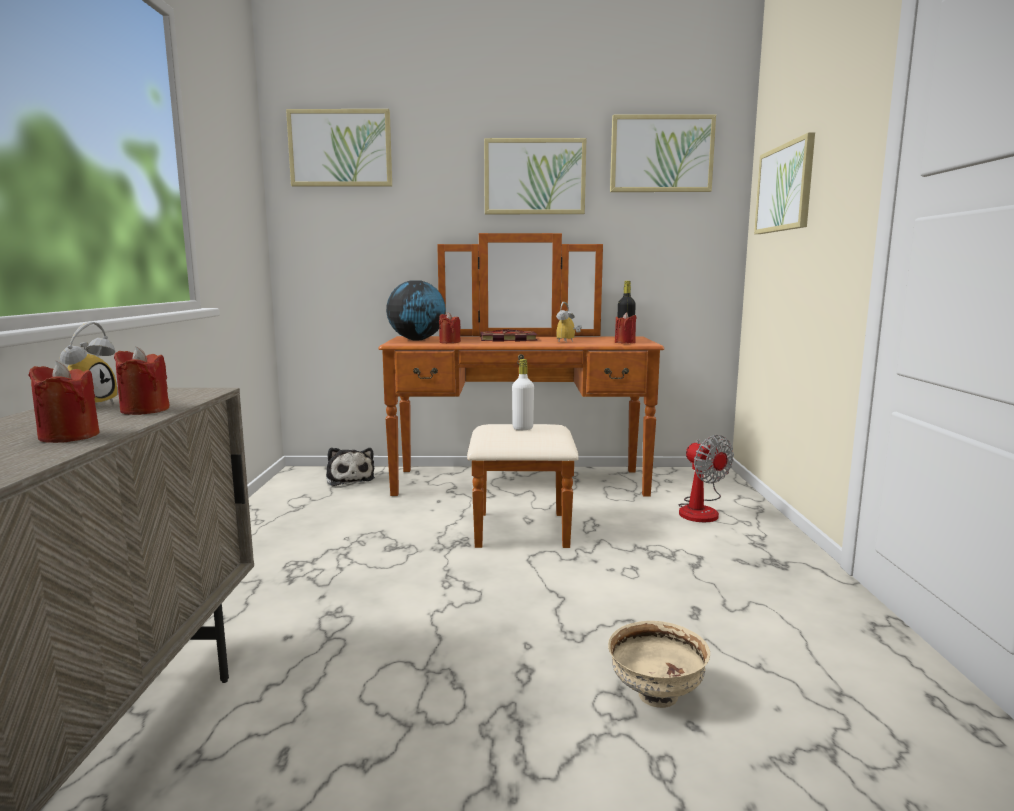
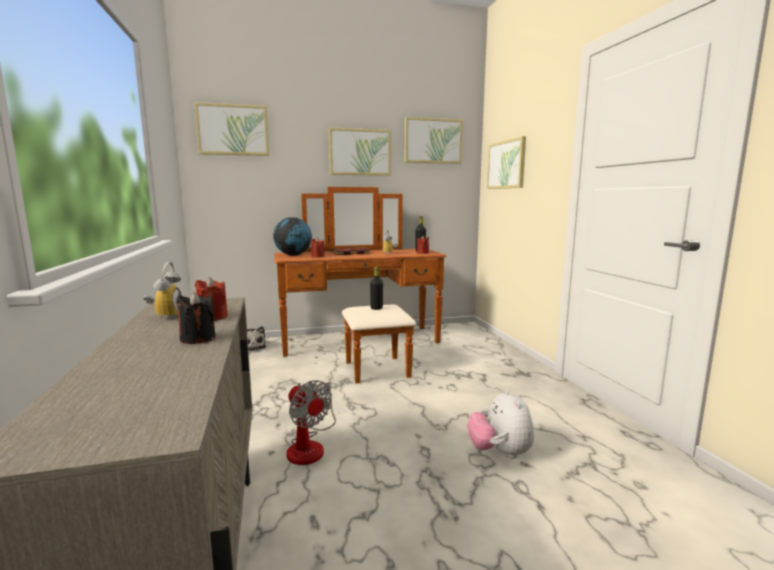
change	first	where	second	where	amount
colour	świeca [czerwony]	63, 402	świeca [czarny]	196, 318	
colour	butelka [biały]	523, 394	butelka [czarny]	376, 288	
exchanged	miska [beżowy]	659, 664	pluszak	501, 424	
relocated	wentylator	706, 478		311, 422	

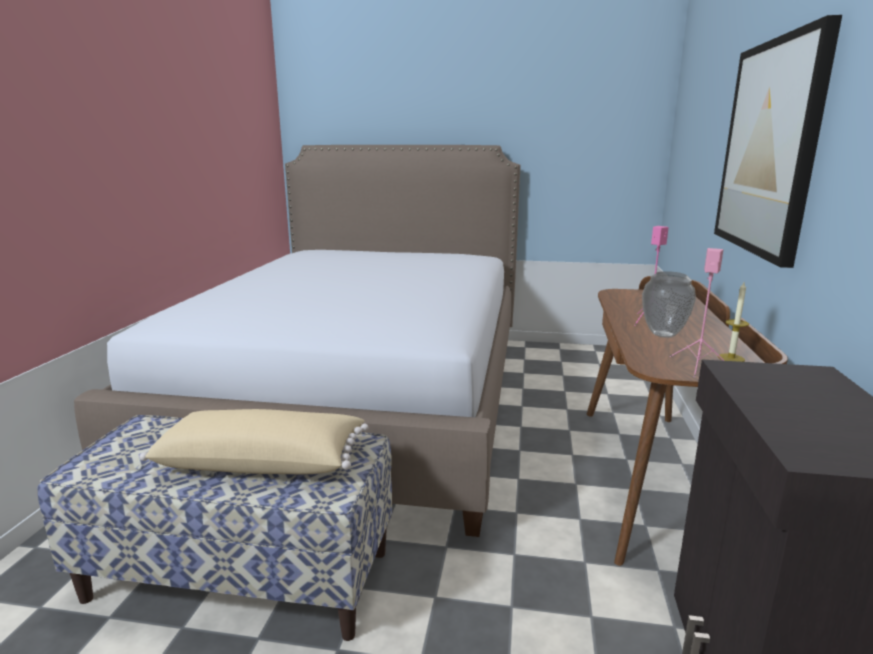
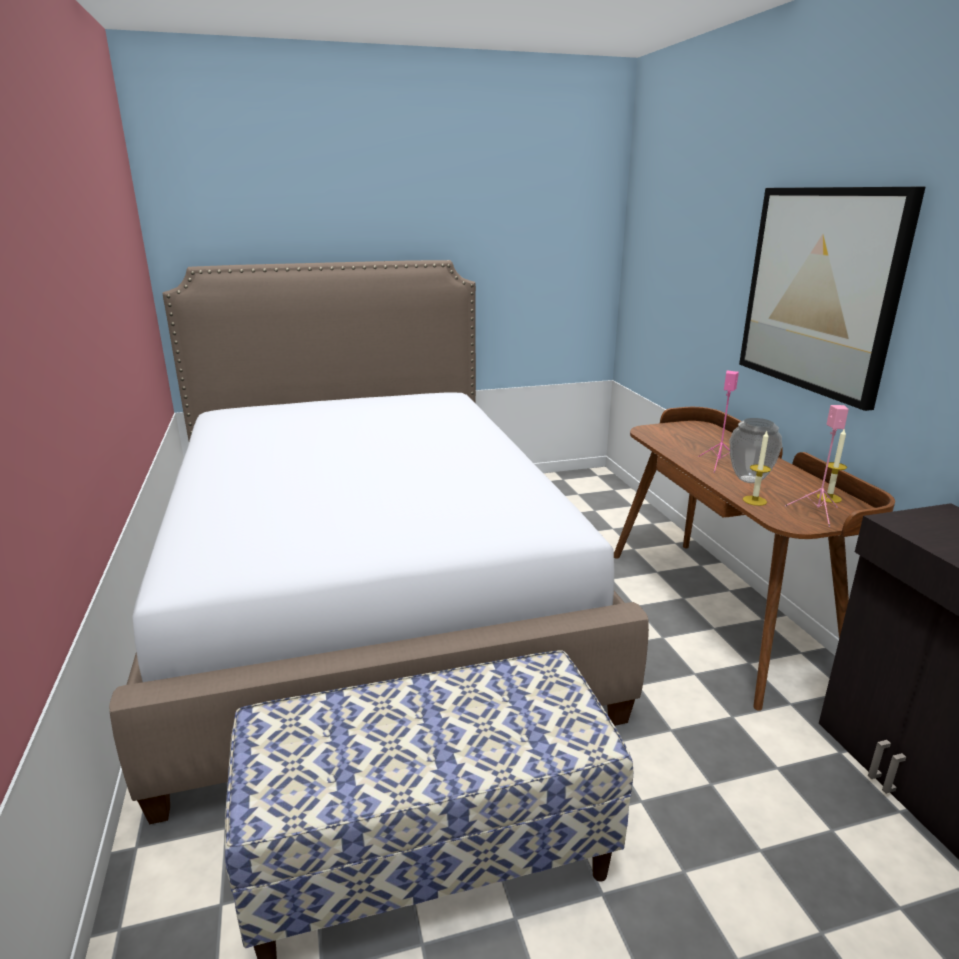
change	first	where	second	where	amount
missing	poduszka [beżowy]	254, 441			
appeared			świeca	757, 468	

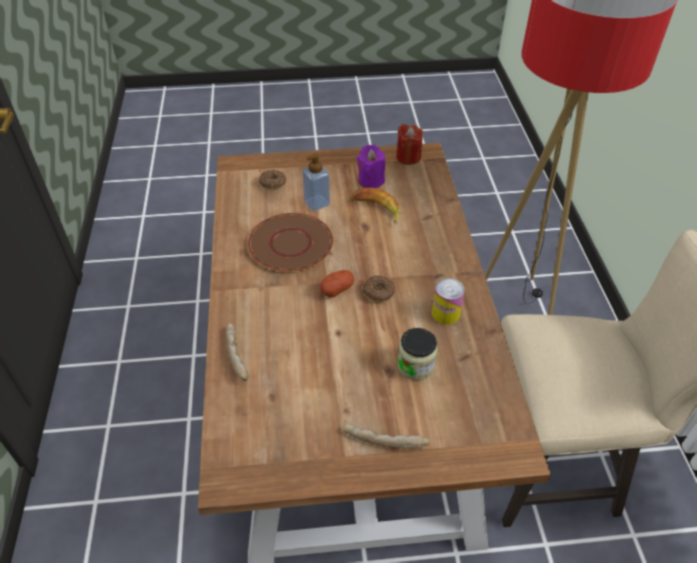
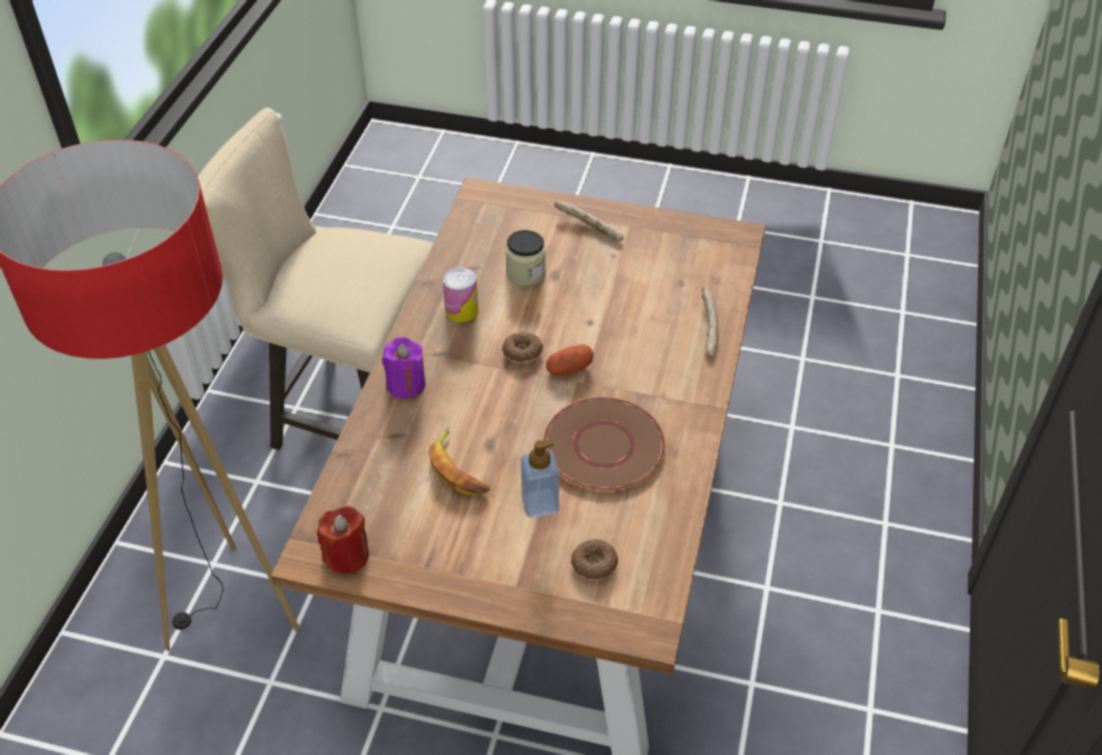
change	first	where	second	where	amount
relocated	świeca [fioletowy]	371, 166		403, 368	

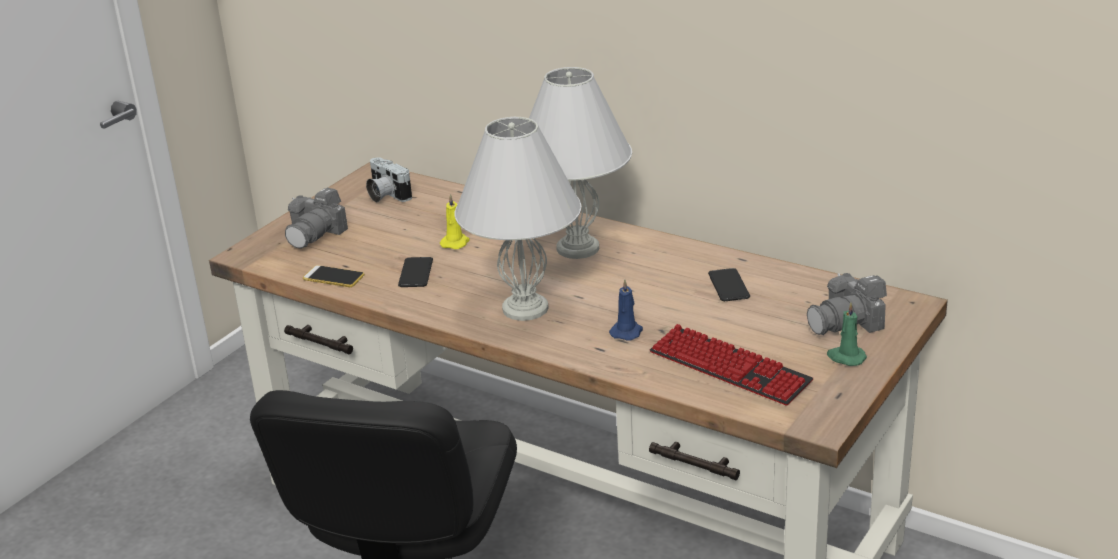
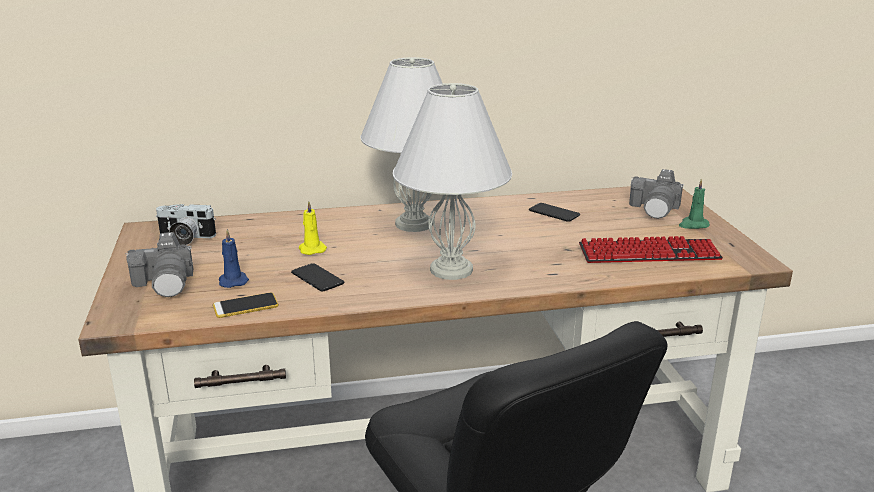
change	first	where	second	where	amount
relocated	świeca [niebieski]	626, 310		234, 258	

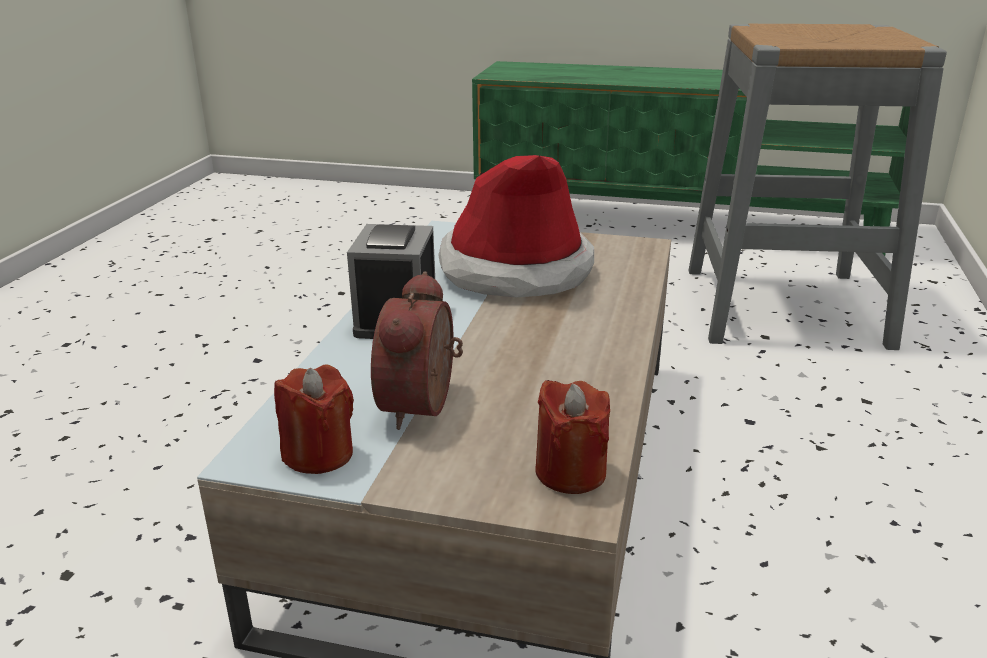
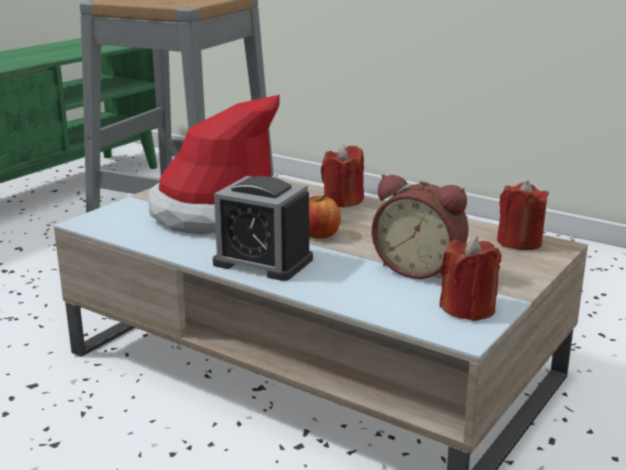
change	first	where	second	where	amount
appeared			jabłko	325, 217	
appeared			świeca [czerwony]	342, 176	

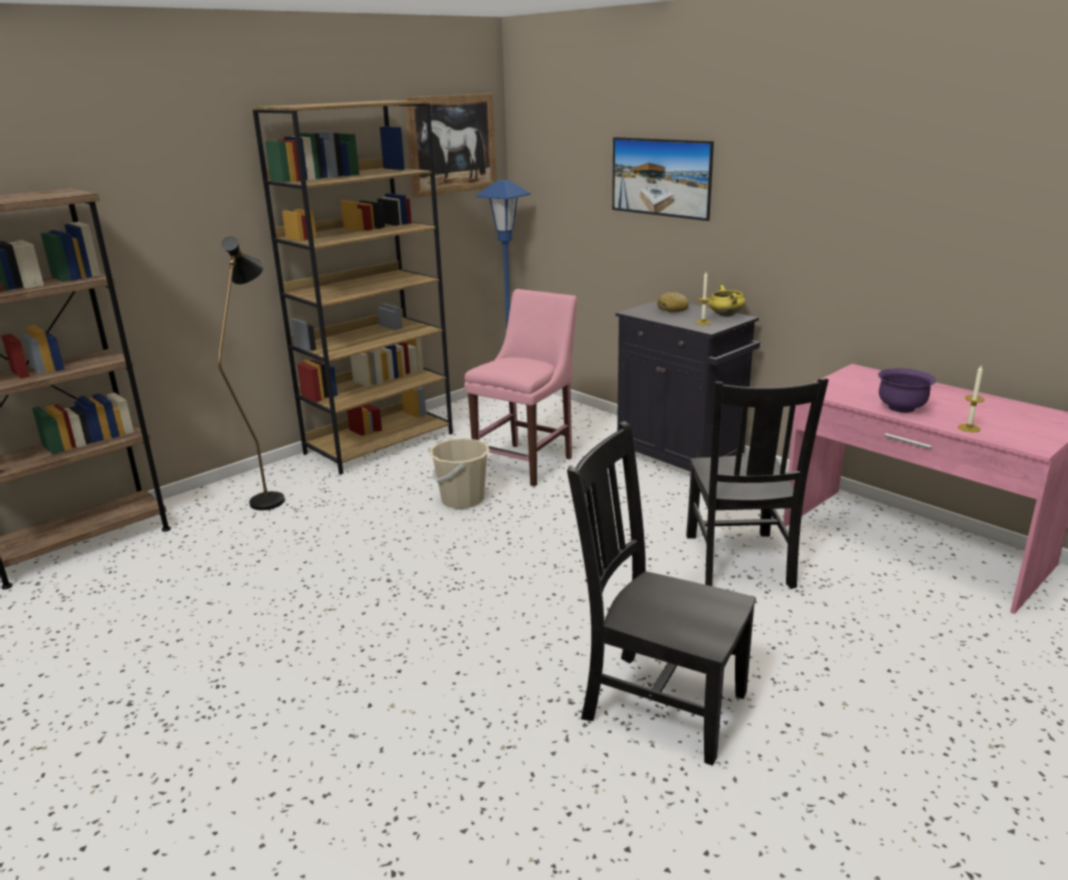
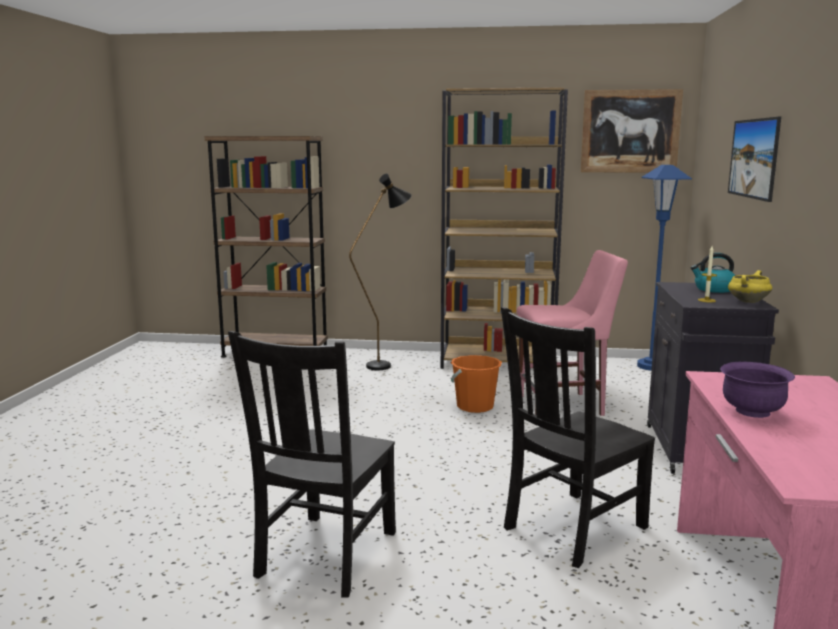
change	first	where	second	where	amount
colour	wiadro [beżowy]	459, 473	wiadro [pomarańczowy]	476, 384	
spun	krzesło [czarny]	661, 593		312, 464	150 degrees counterclockwise
exchanged	chleb	673, 302	czajnik	713, 273	
missing	świeca	971, 398			

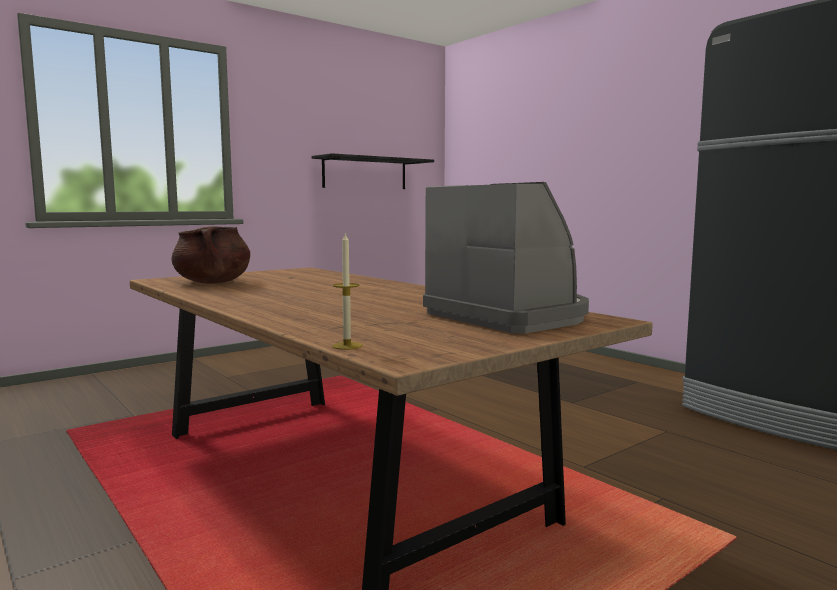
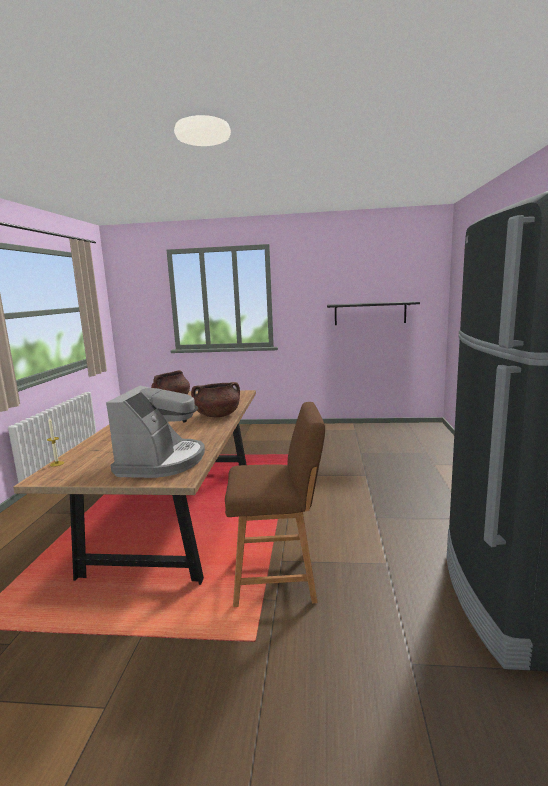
change	first	where	second	where	amount
appeared			garnek [brązowy]	215, 399	
appeared			stołek [brązowy]	275, 504	

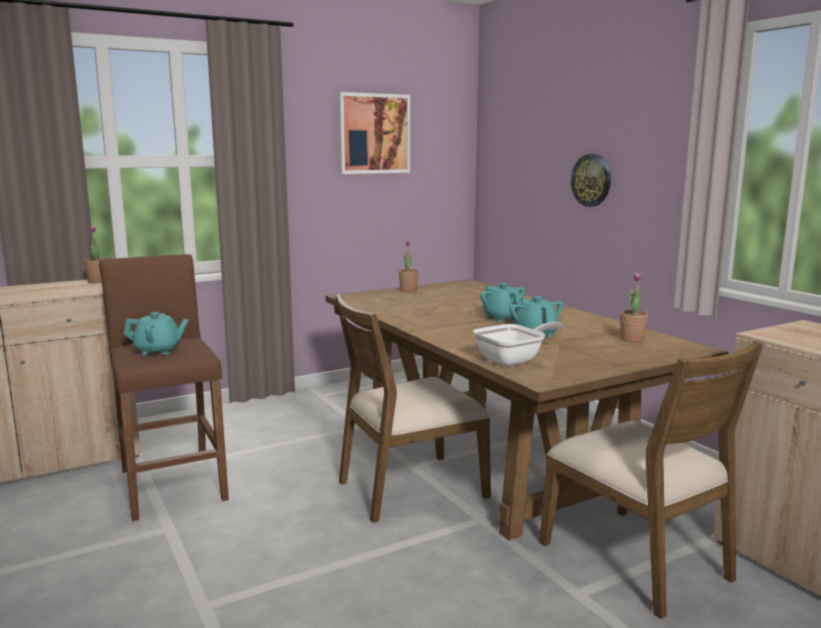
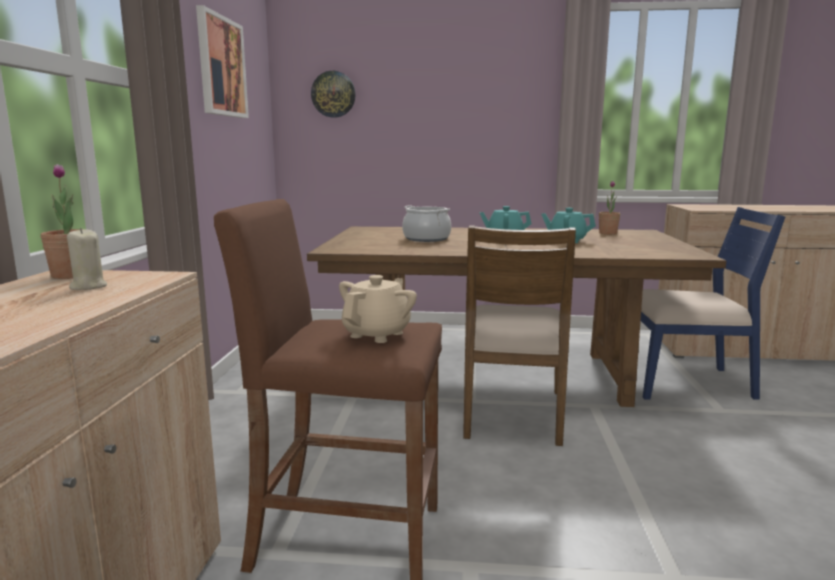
change	first	where	second	where	amount
colour	imbryk [turkusowy]	156, 333	imbryk [beżowy]	378, 309	
missing	roślina doniczkowa	409, 266			
missing	patelnia	518, 344			
colour	krzesło [brązowy]	651, 479	krzesło [niebieski]	713, 303	
relocated	zegar ścienny	591, 180		333, 94	
appeared			świeca [beżowy]	87, 259	
appeared			garnek	426, 223	

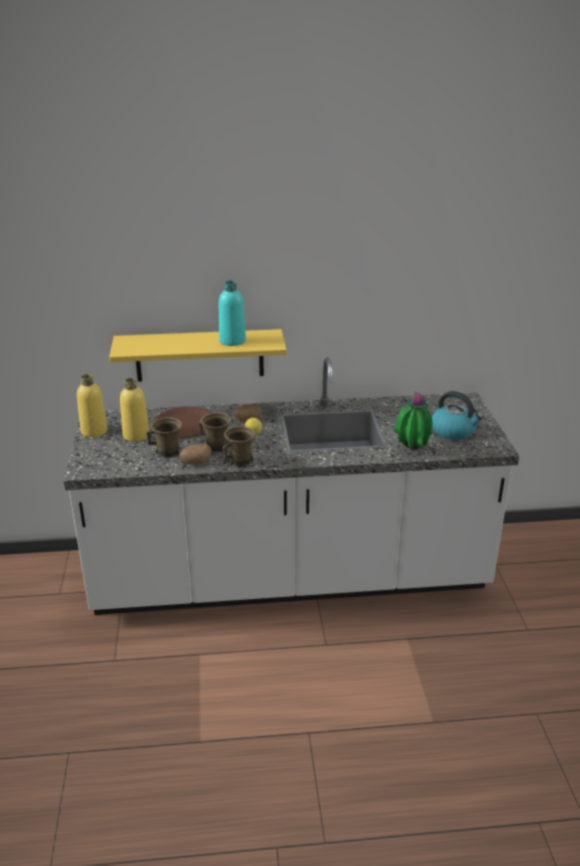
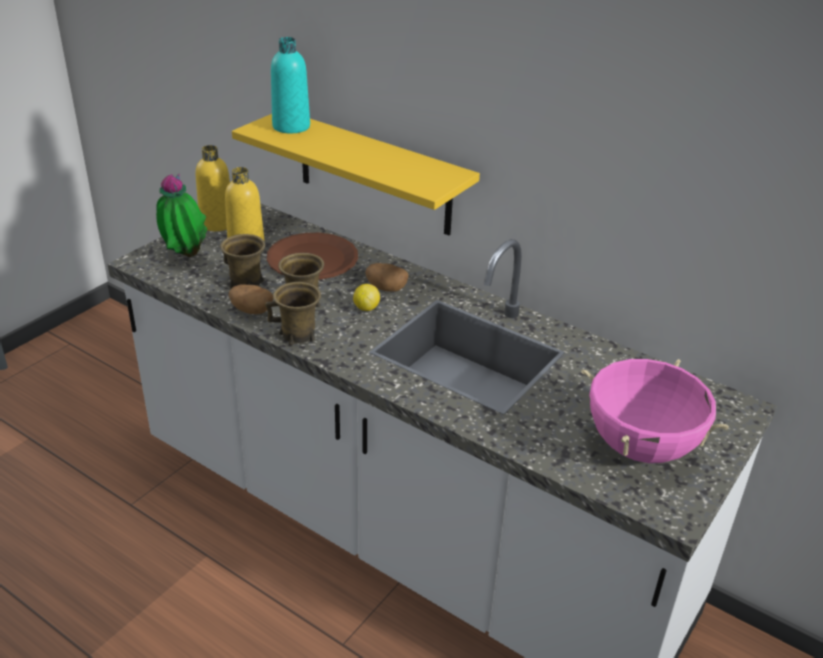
change	first	where	second	where	amount
relocated	butelka [turkusowy]	232, 313		290, 85	
relocated	roślina doniczkowa	412, 420		181, 215	
exchanged	czajnik	458, 415	garnek [różowy]	655, 411	

